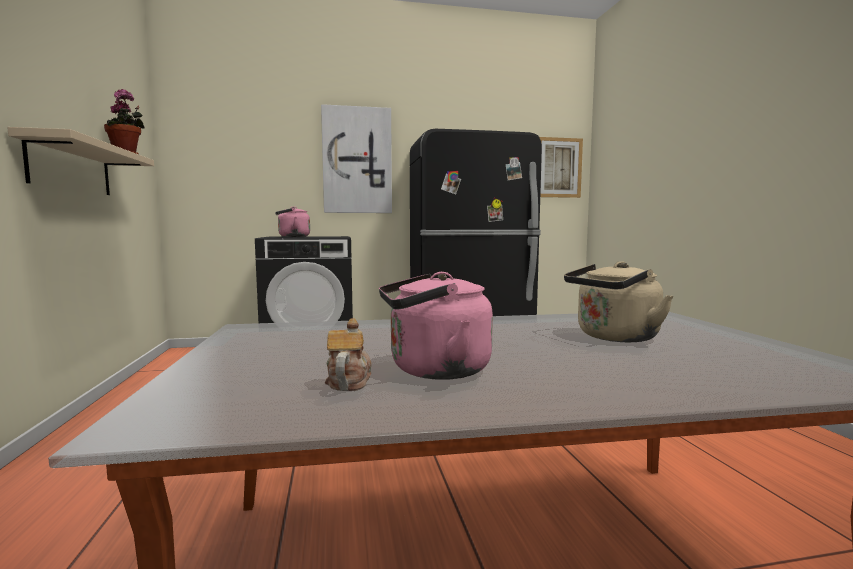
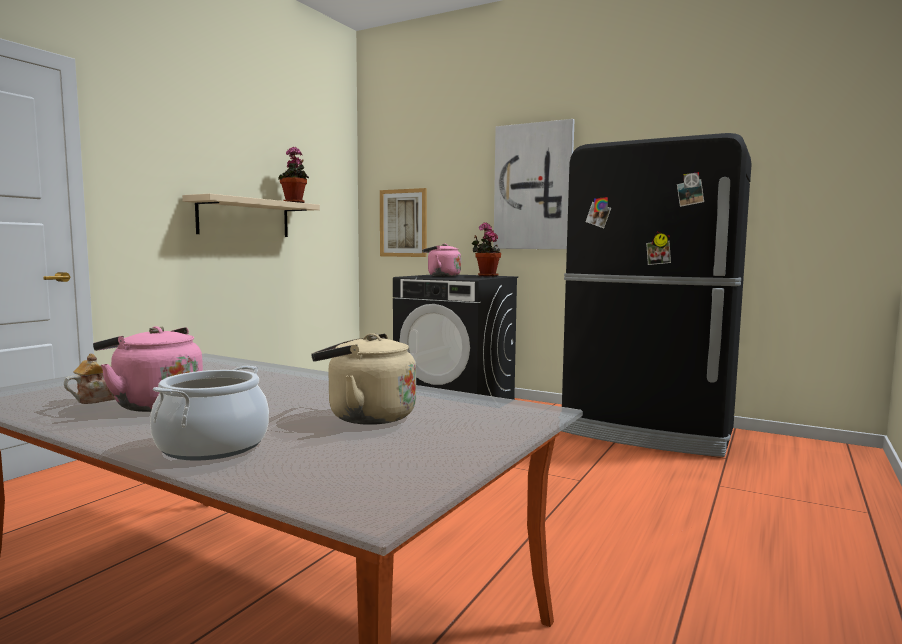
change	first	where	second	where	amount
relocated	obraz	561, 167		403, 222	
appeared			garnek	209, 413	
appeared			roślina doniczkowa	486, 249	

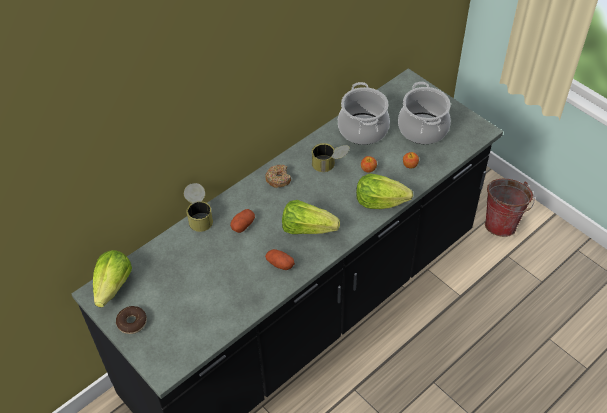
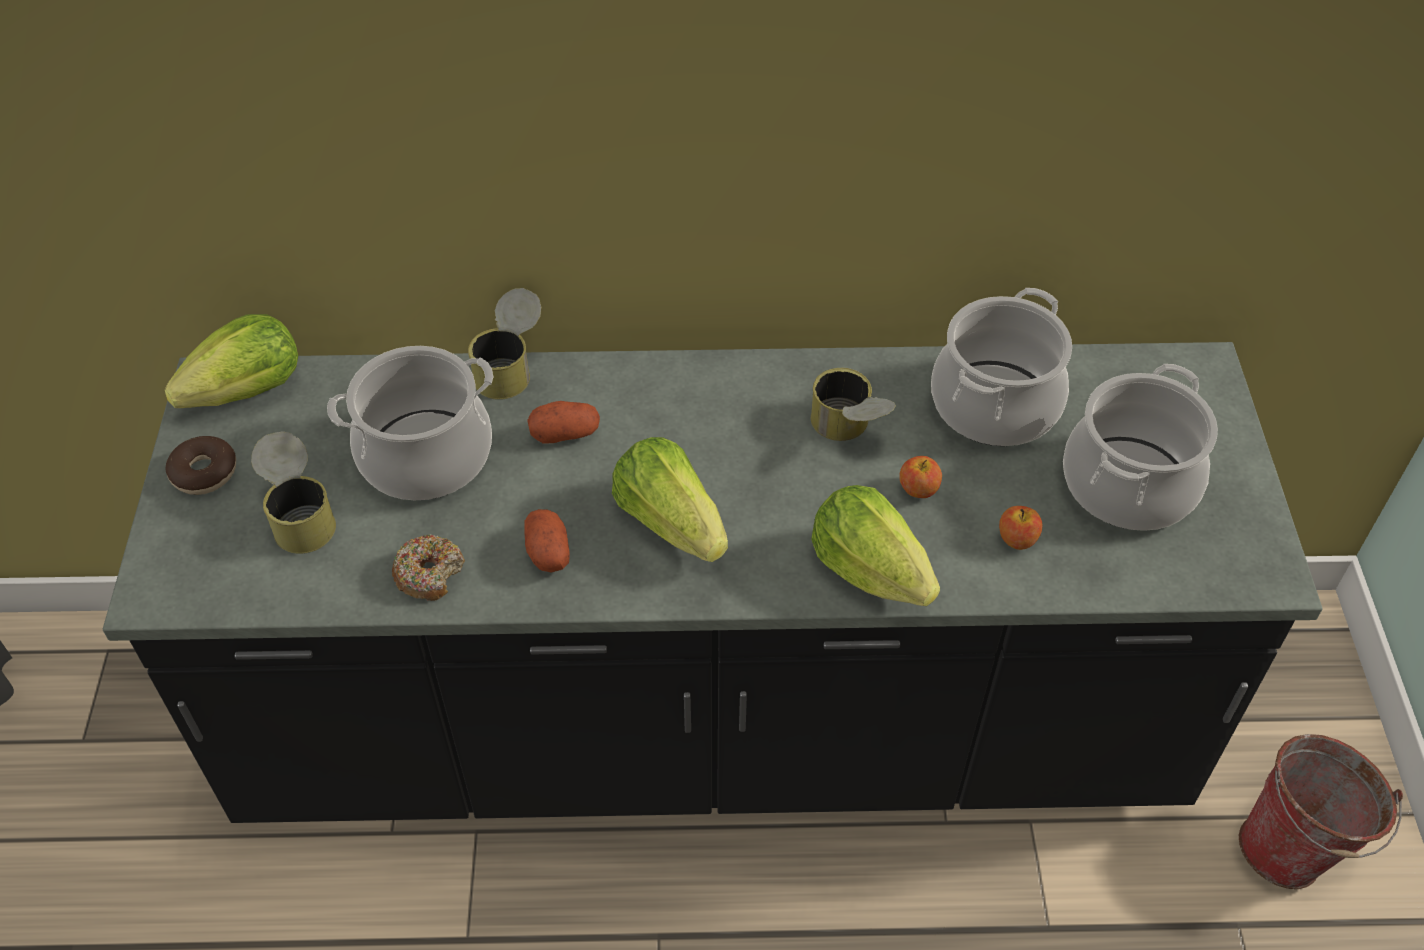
change	first	where	second	where	amount
relocated	donut	278, 176		428, 568	
appeared			puszka	293, 492	
appeared			garnek	410, 423	

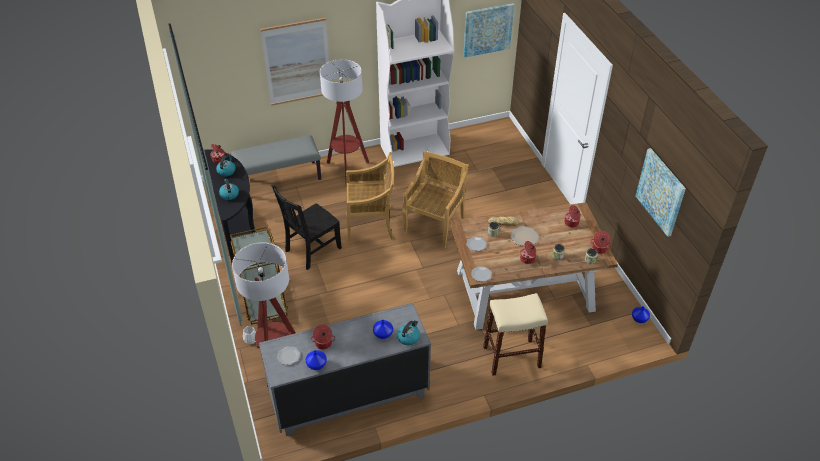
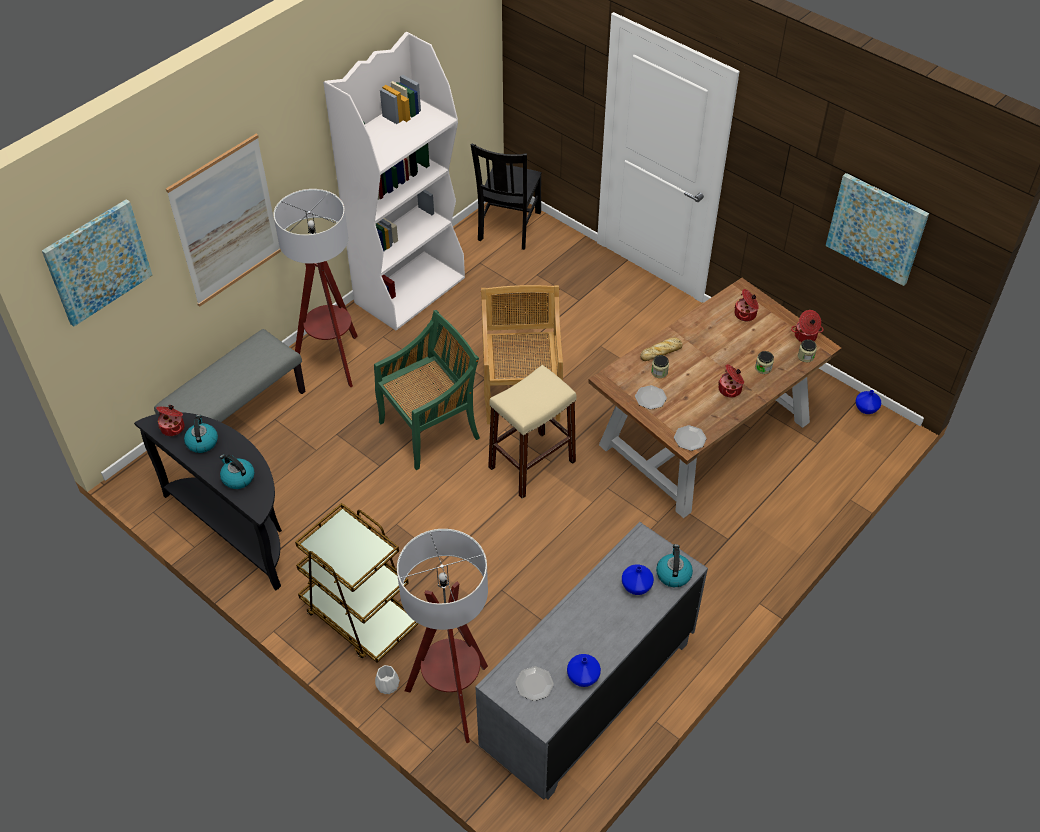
change	first	where	second	where	amount
relocated	krzesło [czarny]	307, 227		506, 197	
missing	garnek	323, 336			
colour	krzesło [beżowy]	370, 197	krzesło [zielony]	427, 390	
relocated	obraz	488, 30		97, 263	
relocated	stołek [beżowy]	515, 334		532, 432	
missing	talerz	525, 236			

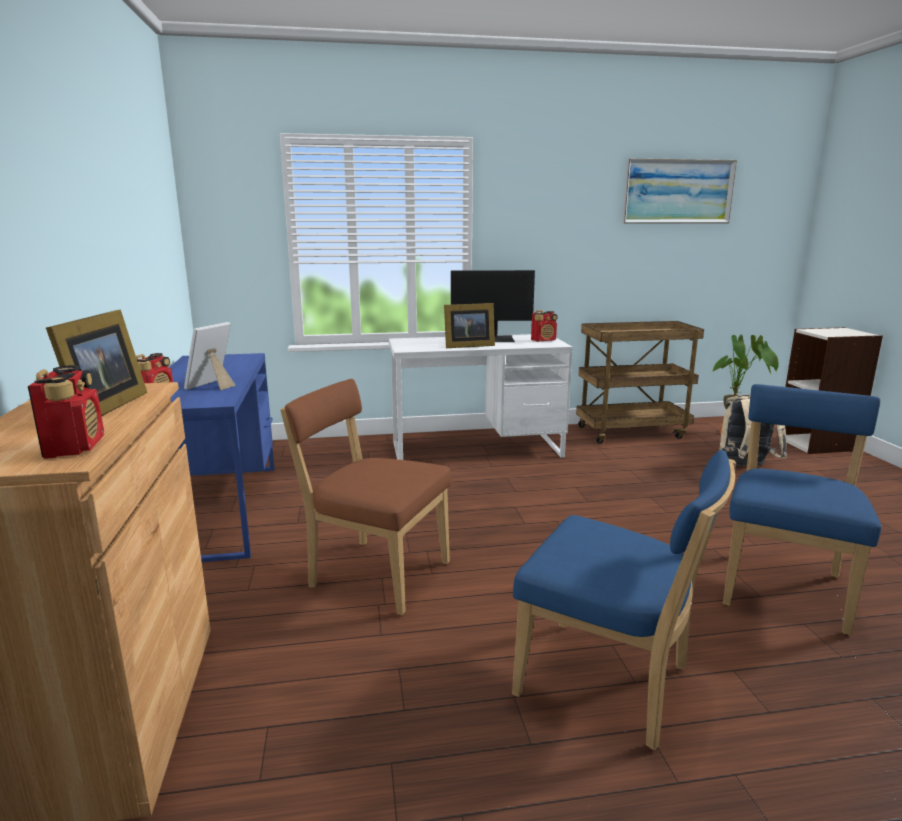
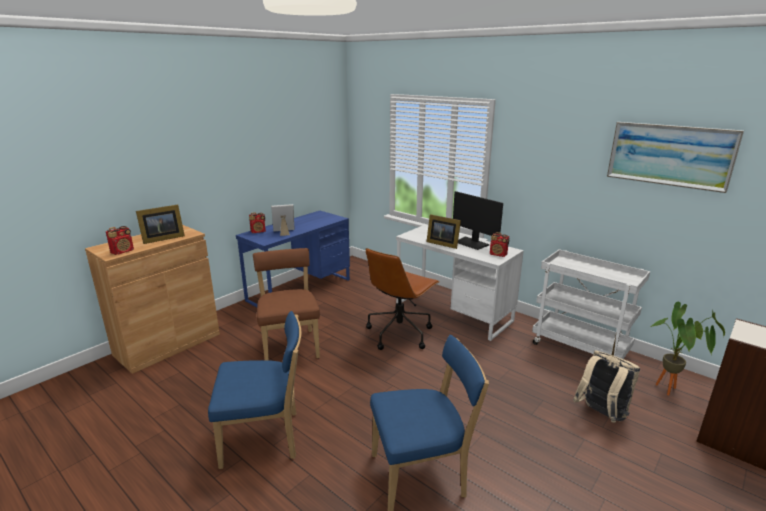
change	first	where	second	where	amount
spun	krzesło [niebieski]	624, 600		254, 390	90 degrees counterclockwise
colour	wózek [brązowy]	640, 382	wózek [biały]	591, 304	
appeared			krzesło biurowe [brązowy]	402, 299	

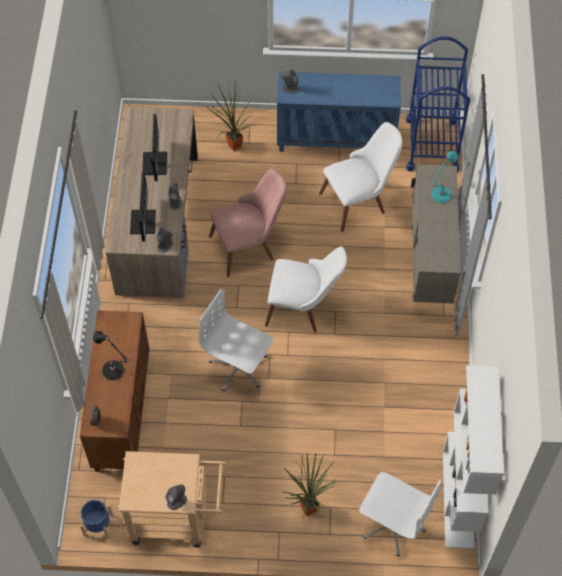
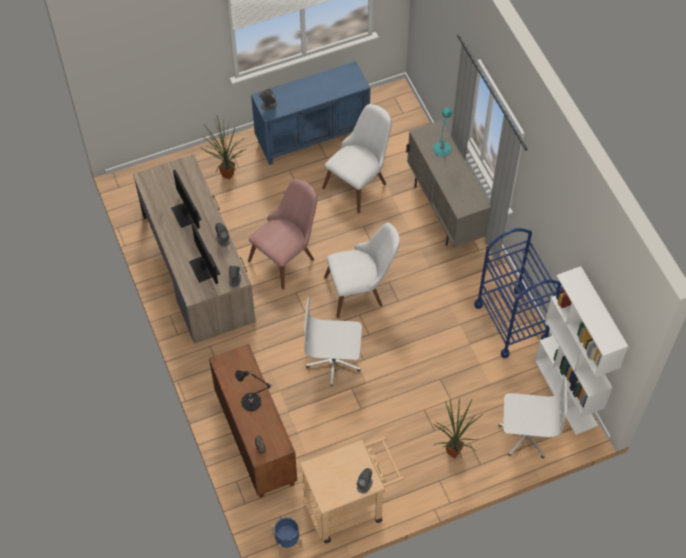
change	first	where	second	where	amount
relocated	wózek [niebieski]	438, 104		517, 293	

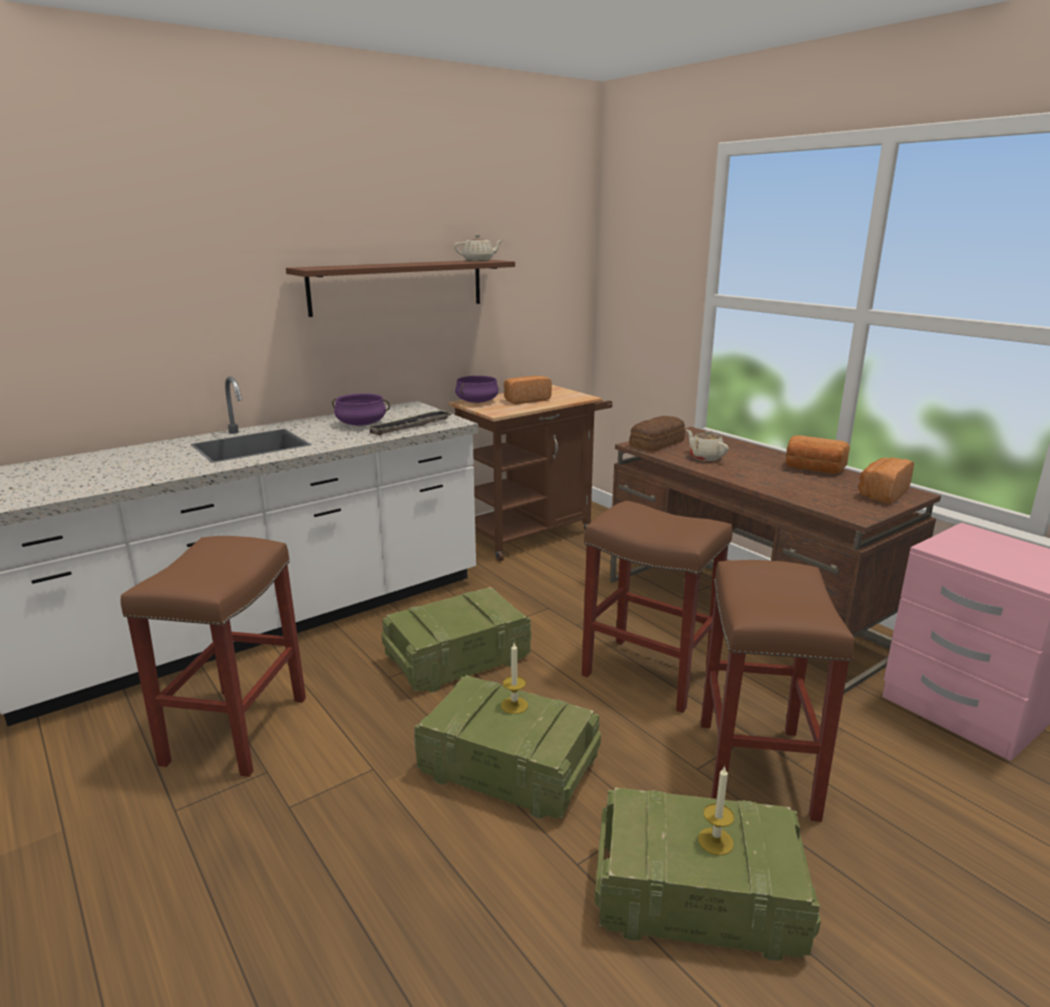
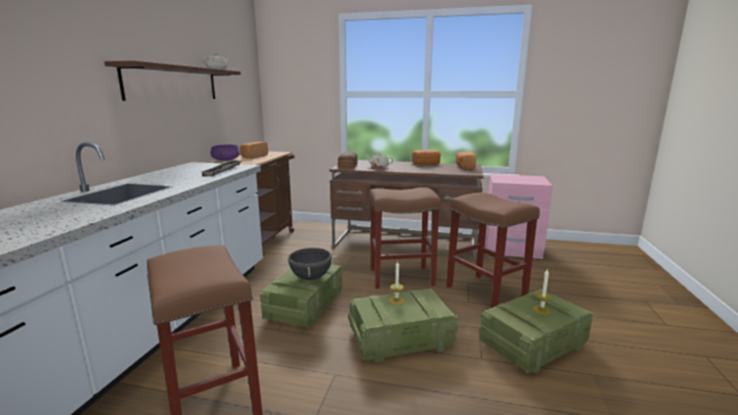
change	first	where	second	where	amount
missing	garnek [fioletowy]	361, 409			
appeared			garnek [czarny]	310, 263	

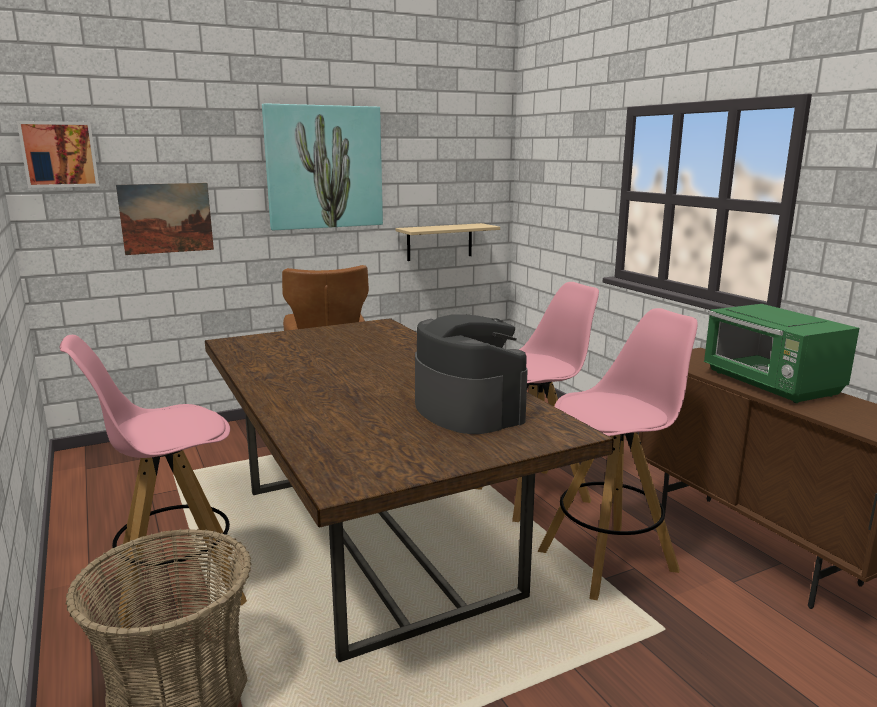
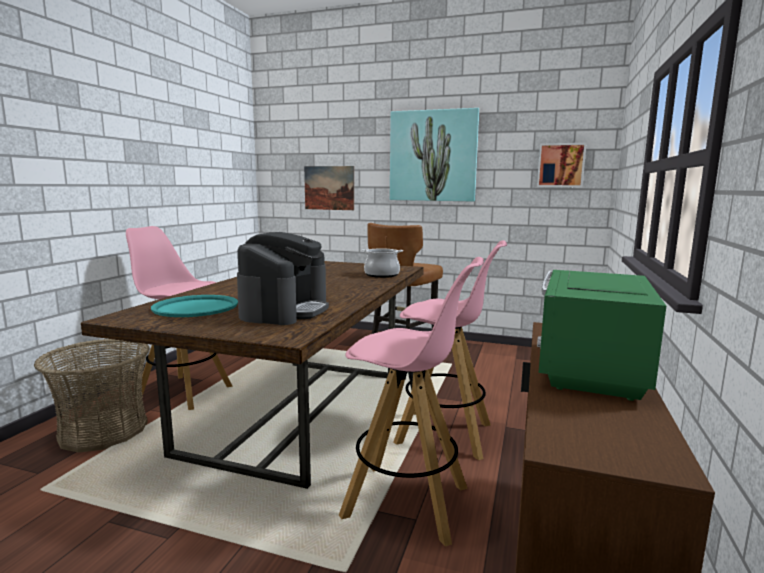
change	first	where	second	where	amount
relocated	obraz	58, 154		562, 165	
missing	półka [beżowy]	447, 242			
appeared			taca [turkusowy]	194, 306	
appeared			garnek	382, 263	

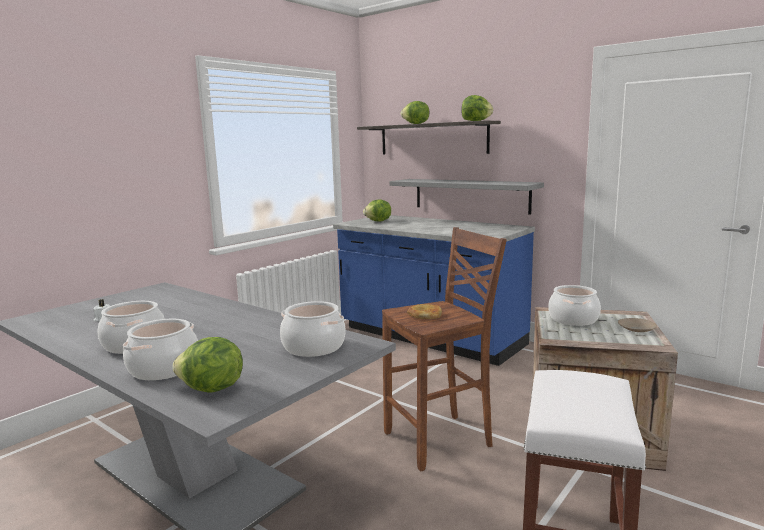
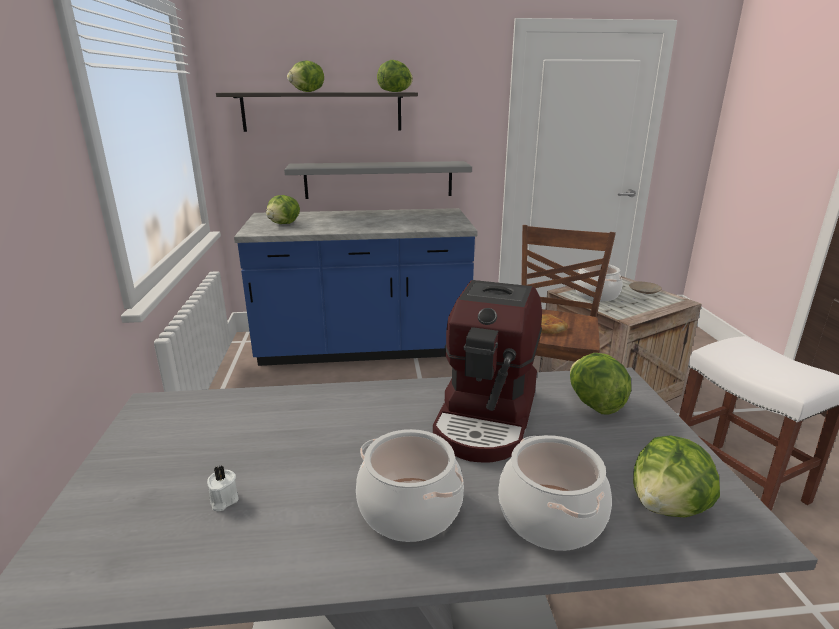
change	first	where	second	where	amount
exchanged	garnek	313, 329	sałata	600, 384	
appeared			ekspres do kawy	487, 371	

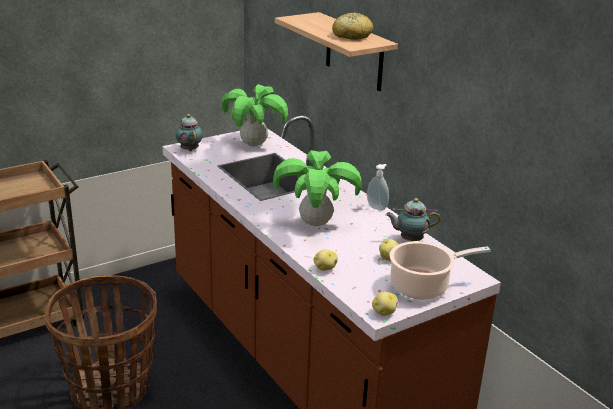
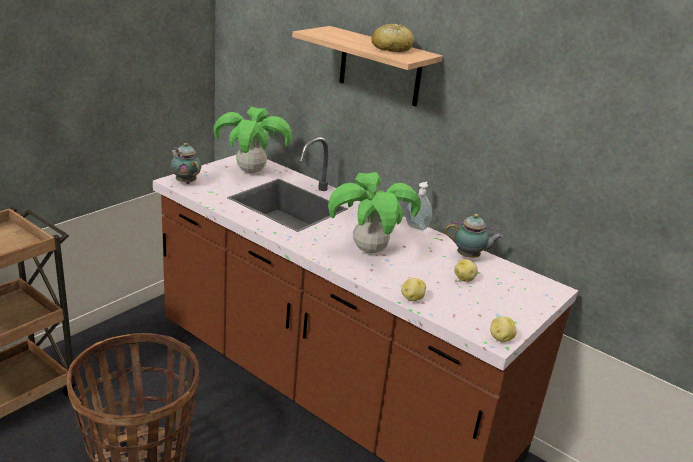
change	first	where	second	where	amount
spun	imbryk	413, 219		474, 236	150 degrees counterclockwise
missing	garnek	440, 270			

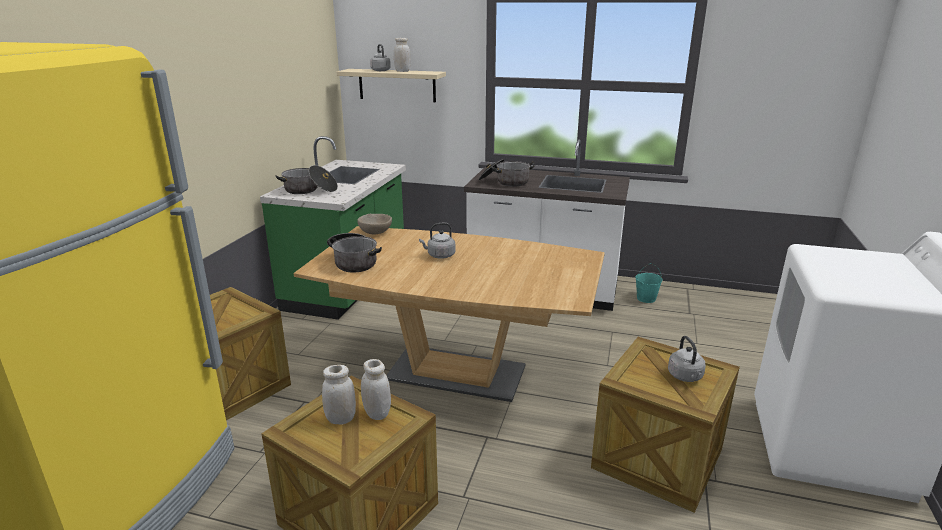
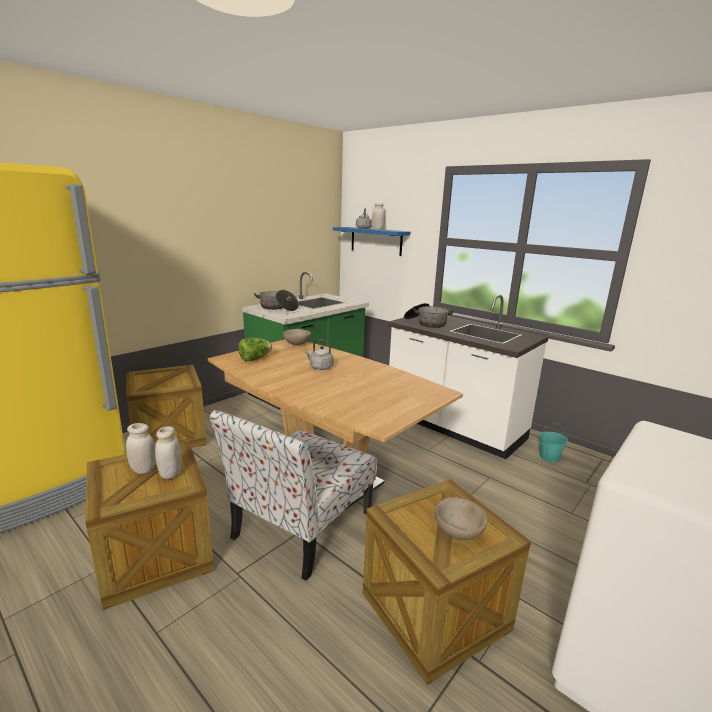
change	first	where	second	where	amount
exchanged	garnek	354, 253	sałata	255, 349	
colour	półka [beżowy]	391, 85	półka [niebieski]	371, 241	
exchanged	czajnik [szary]	687, 359	miska [beżowy]	461, 518	
appeared			krzesło	293, 495	

